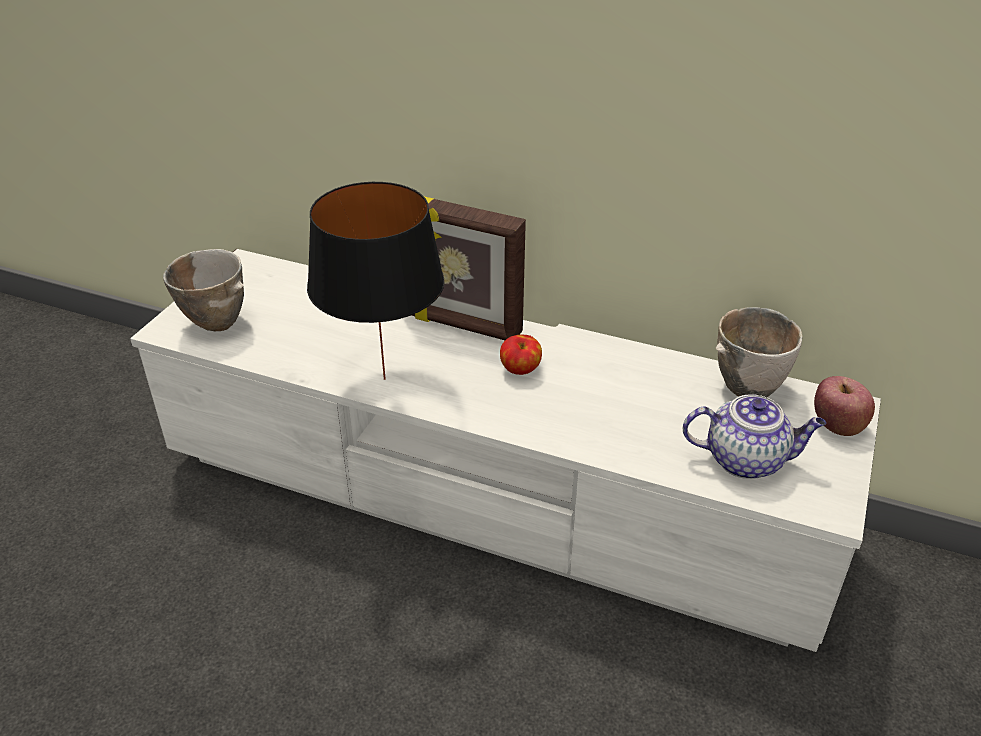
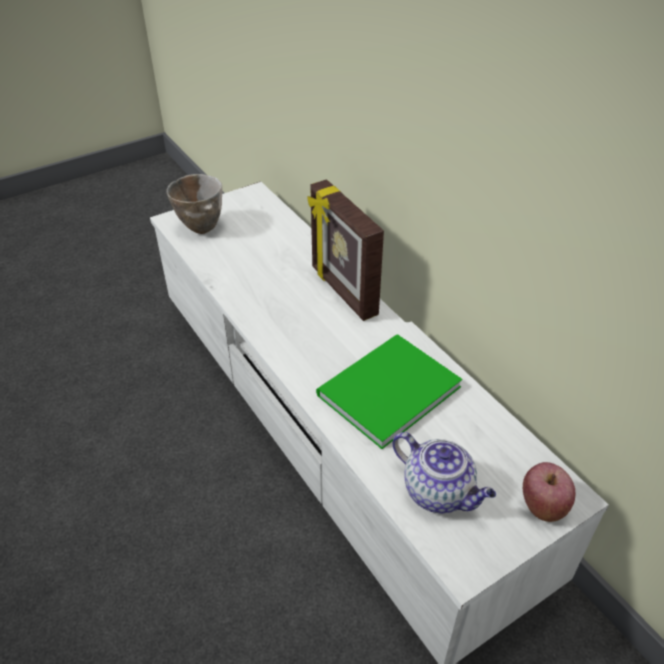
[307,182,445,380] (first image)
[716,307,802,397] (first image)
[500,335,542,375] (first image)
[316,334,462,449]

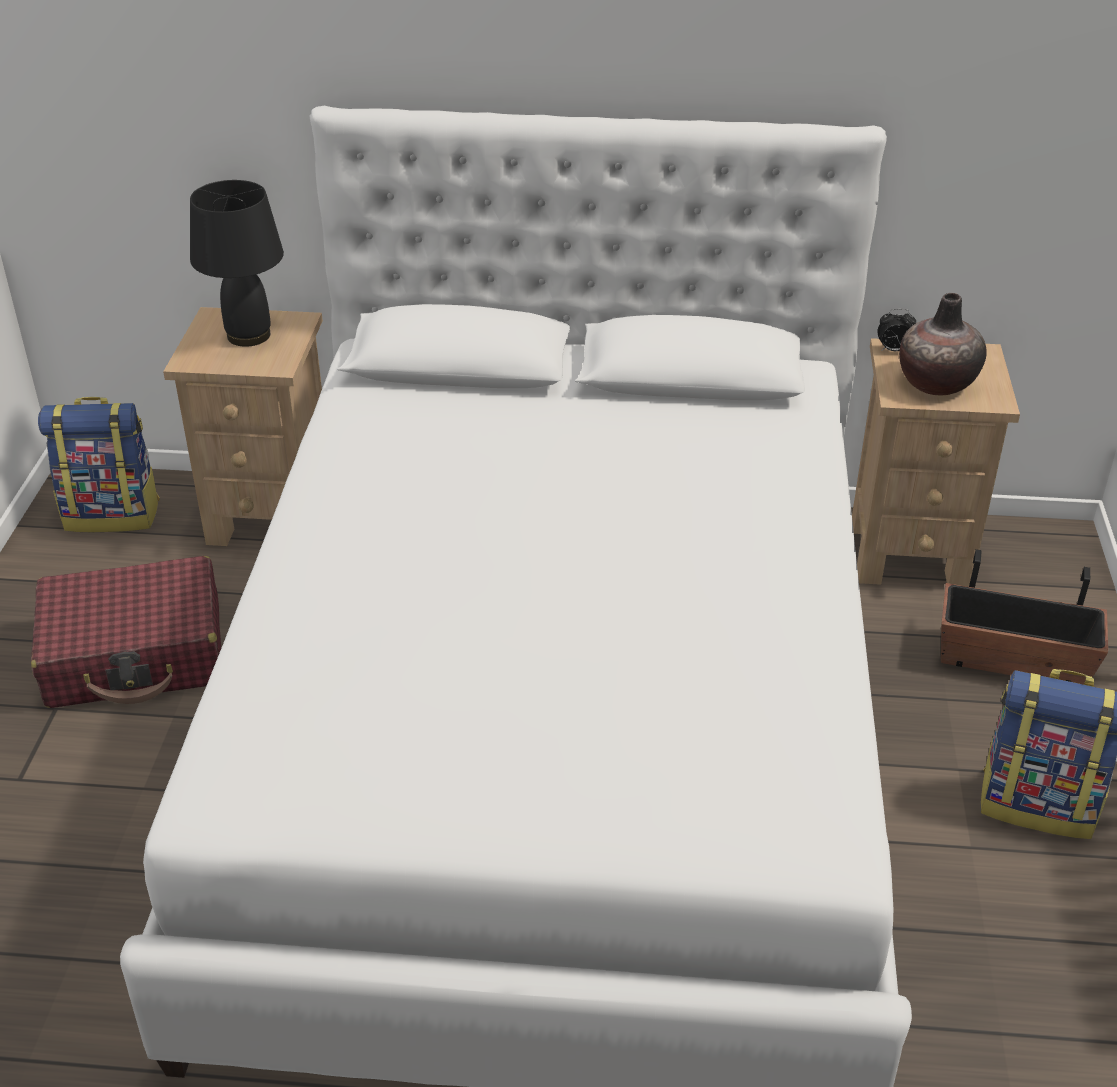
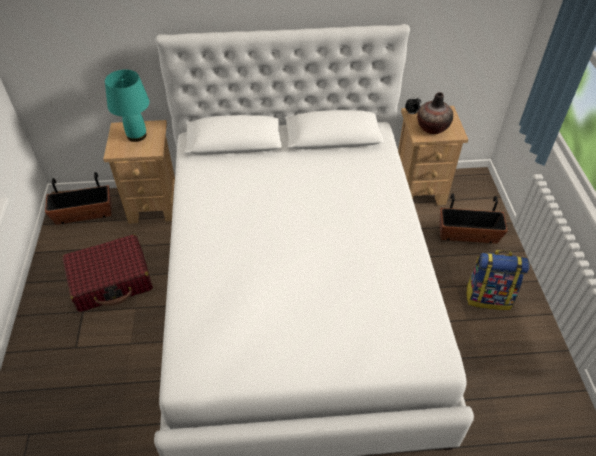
[105,70,149,142]
[45,172,112,225]

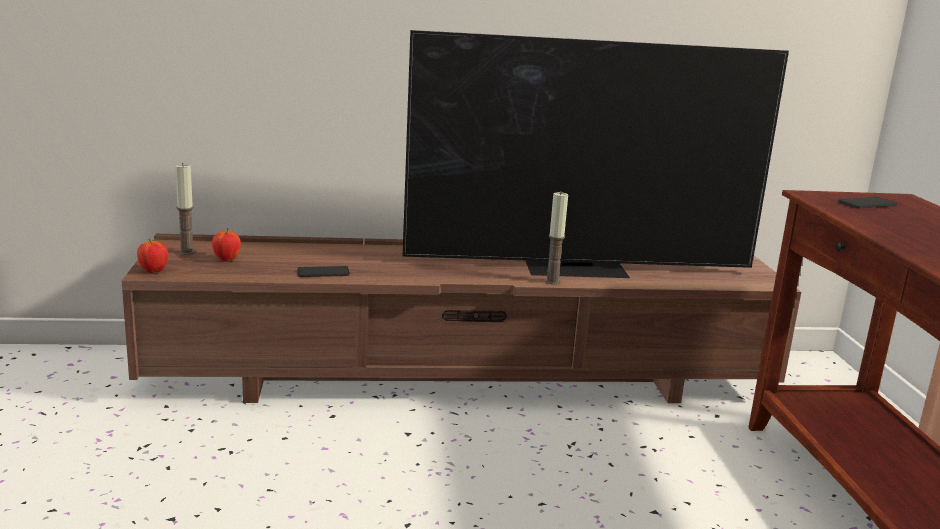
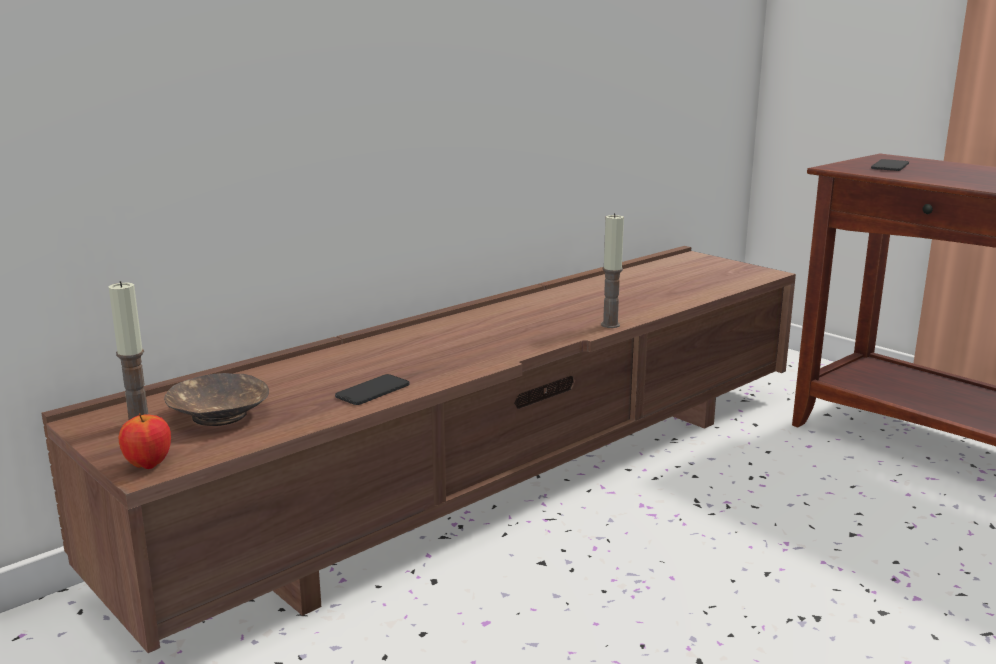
[403,30,789,278] (first image)
[164,373,269,426]

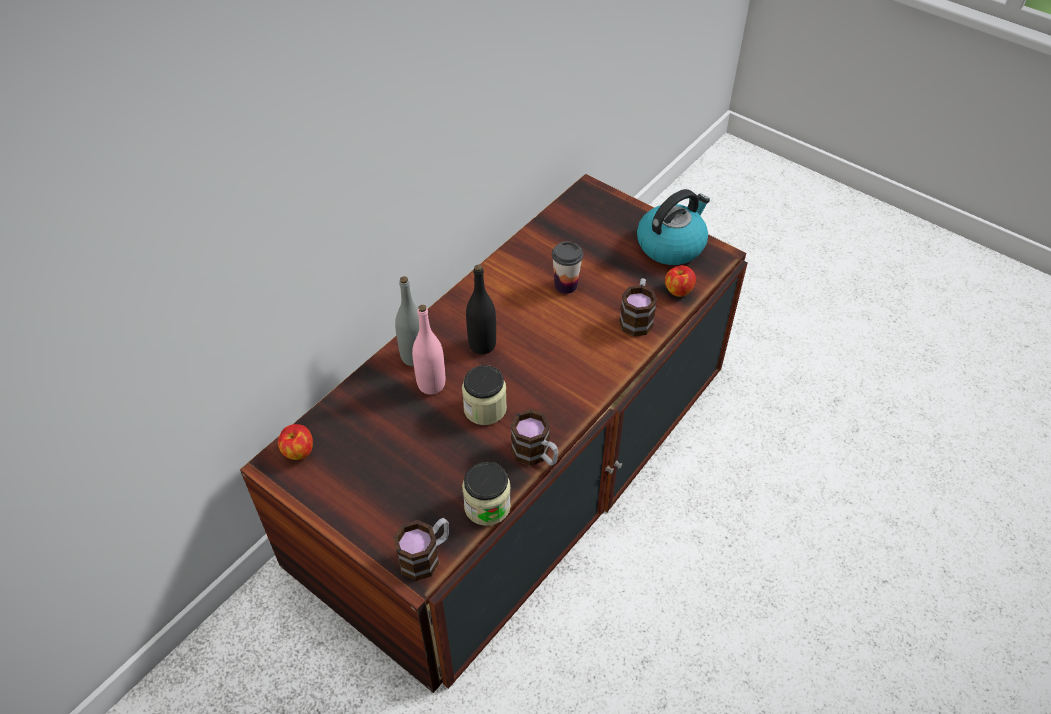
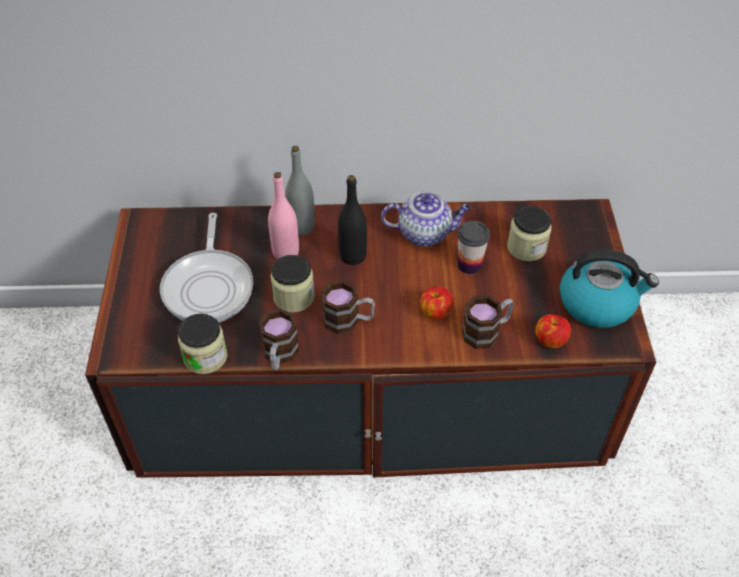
[420,286,453,320]
[321,280,375,334]
[381,192,471,247]
[507,206,552,262]
[160,213,253,323]

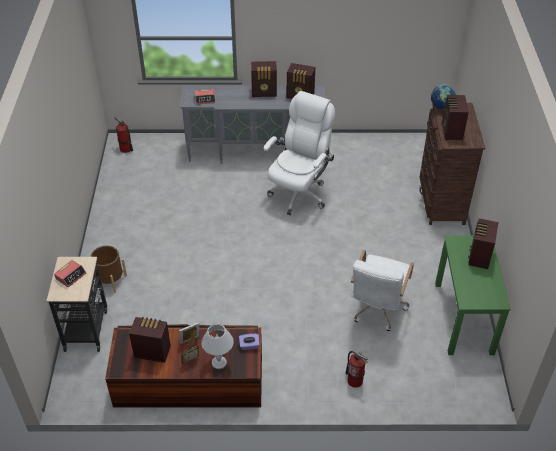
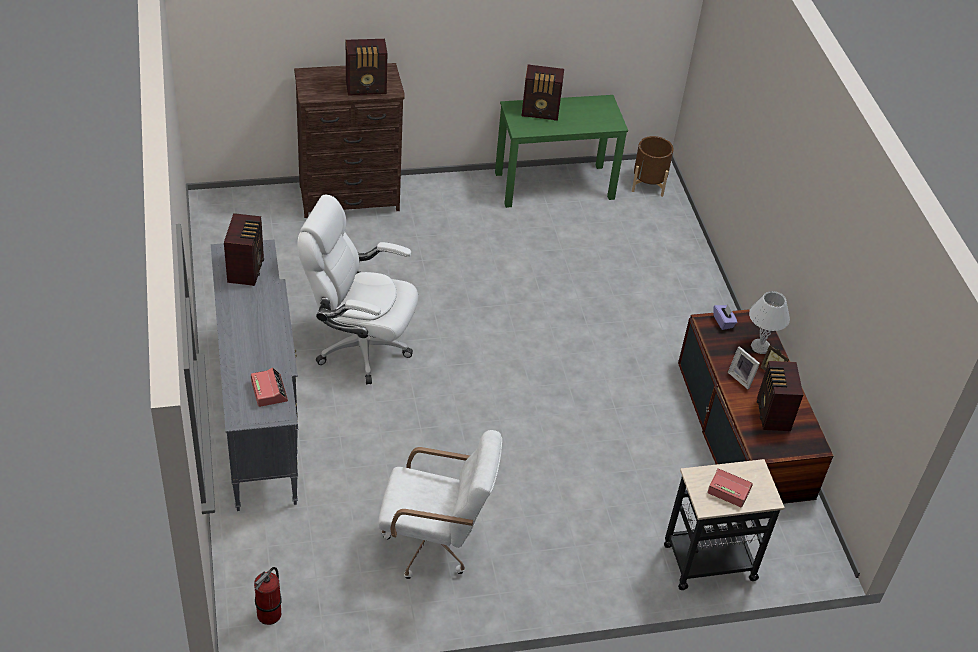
[251,61,277,97] (first image)
[431,84,456,110] (first image)
[632,136,674,197]
[378,430,502,579]
[346,351,367,388] (first image)

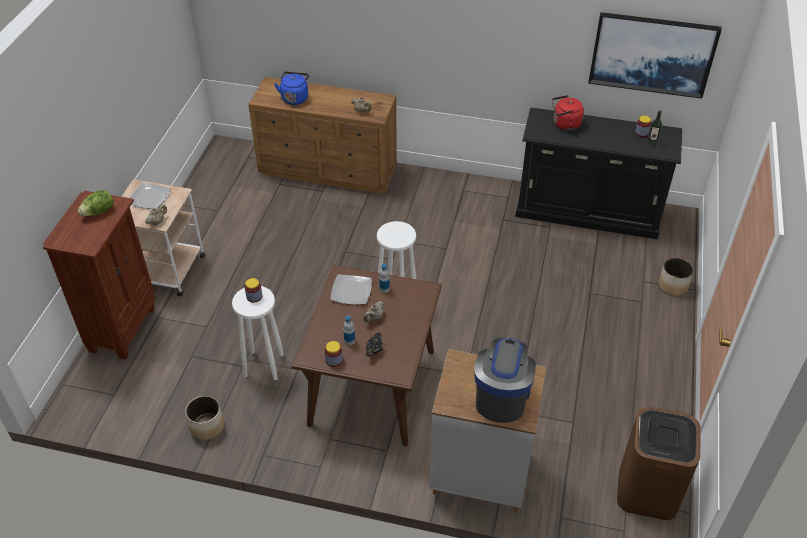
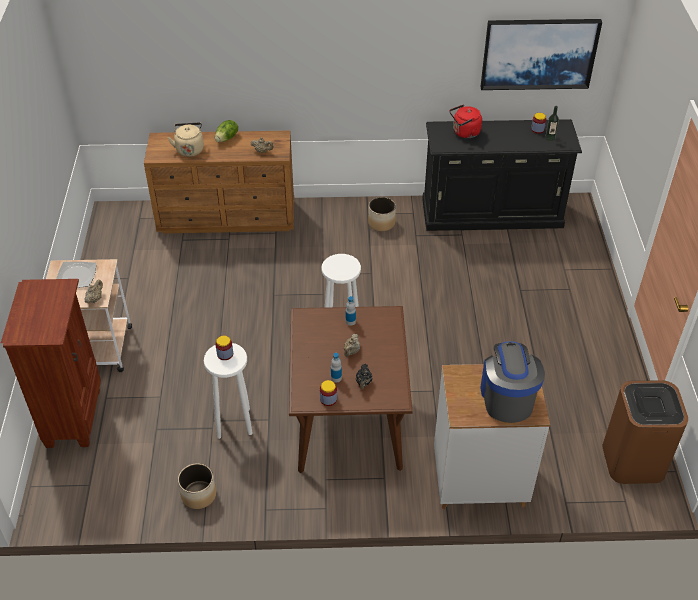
[168,122,204,157]
[215,120,238,142]
[368,197,396,231]
[330,274,372,305] (first image)

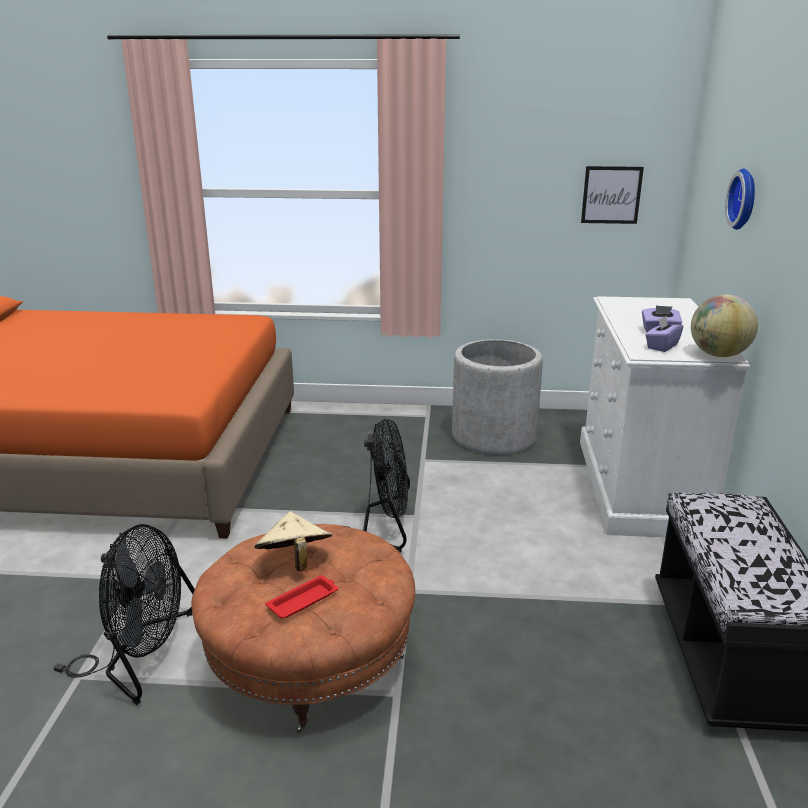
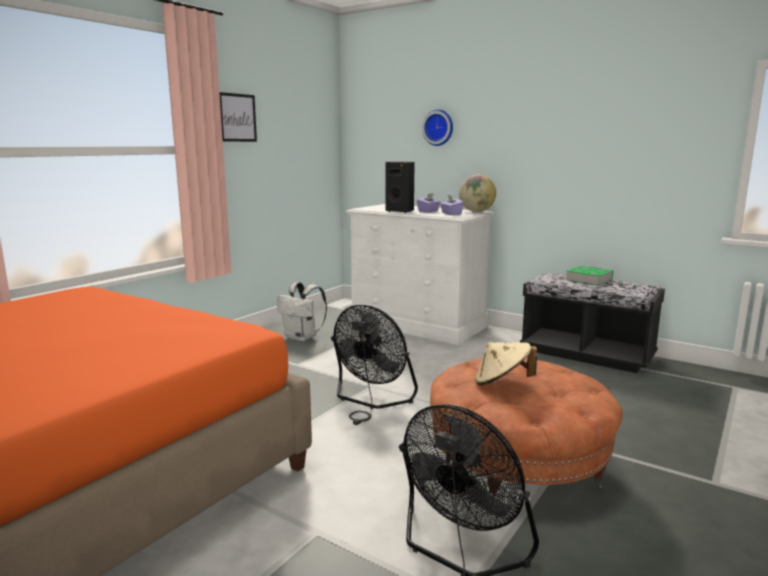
[219,92,257,142]
[277,282,327,341]
[265,575,338,619] (first image)
[385,161,415,213]
[565,266,613,285]

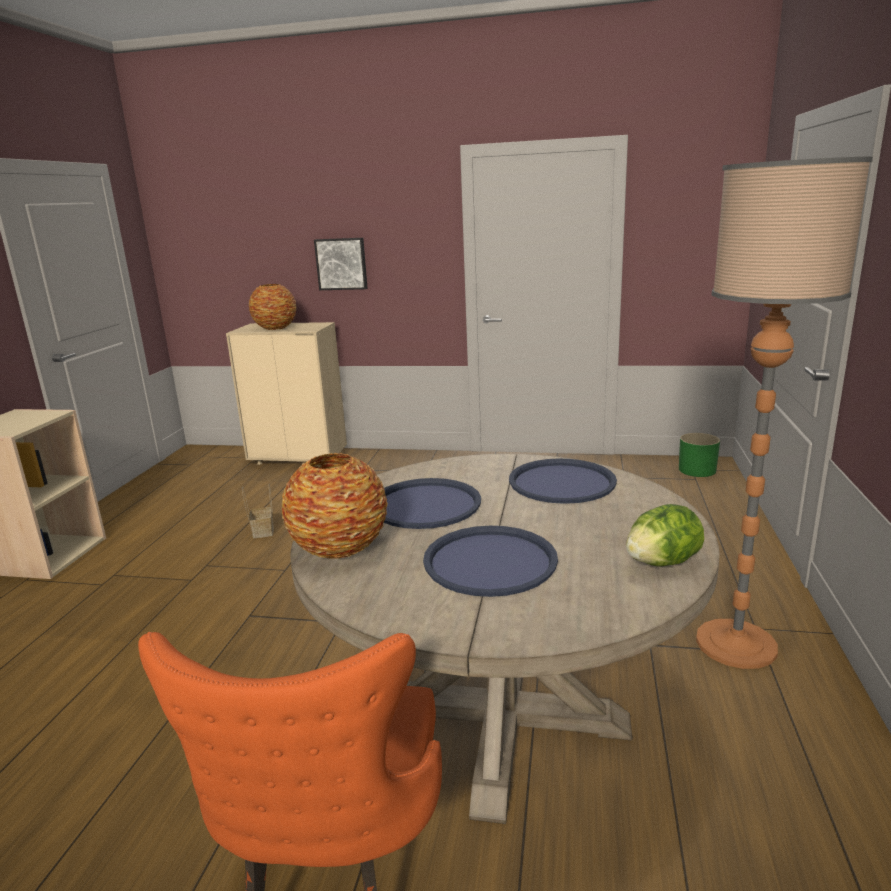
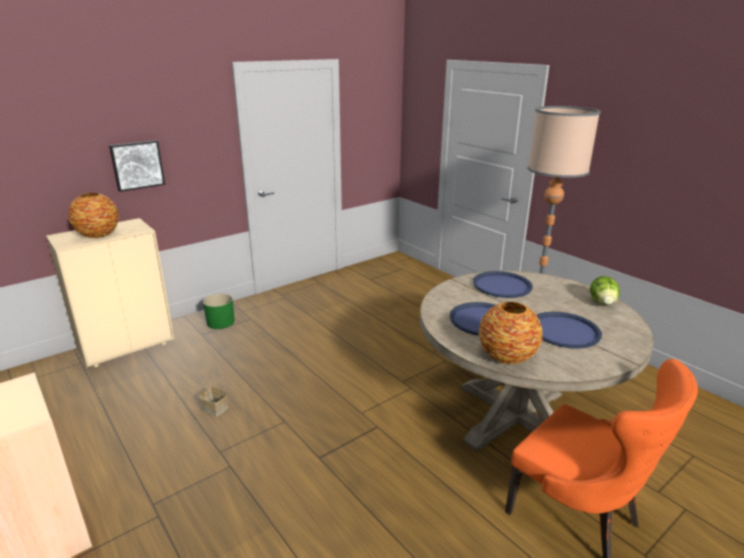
[203,294,235,329]

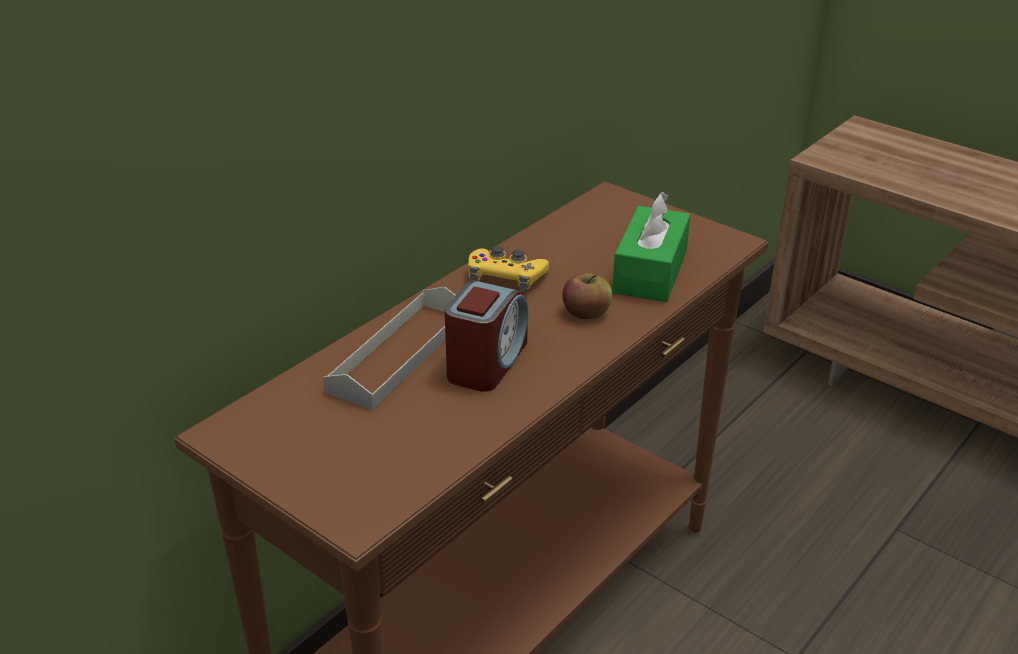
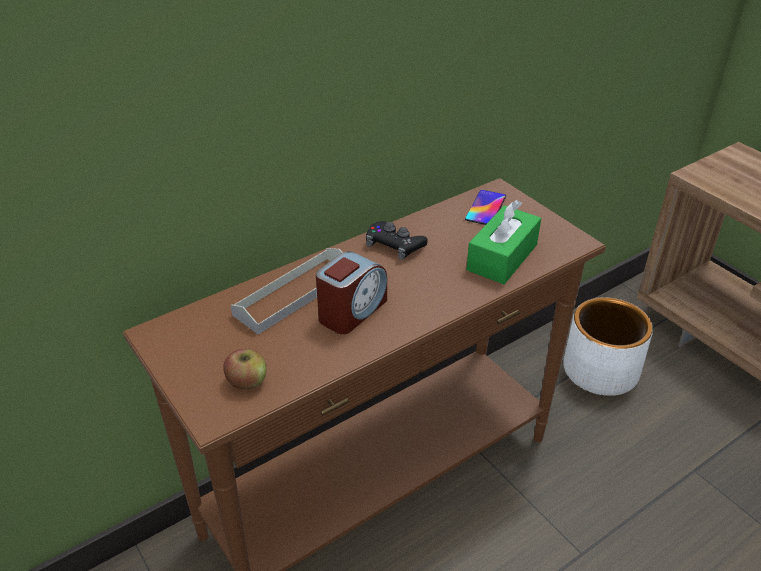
[366,221,427,260]
[223,349,267,389]
[465,190,506,225]
[564,297,653,396]

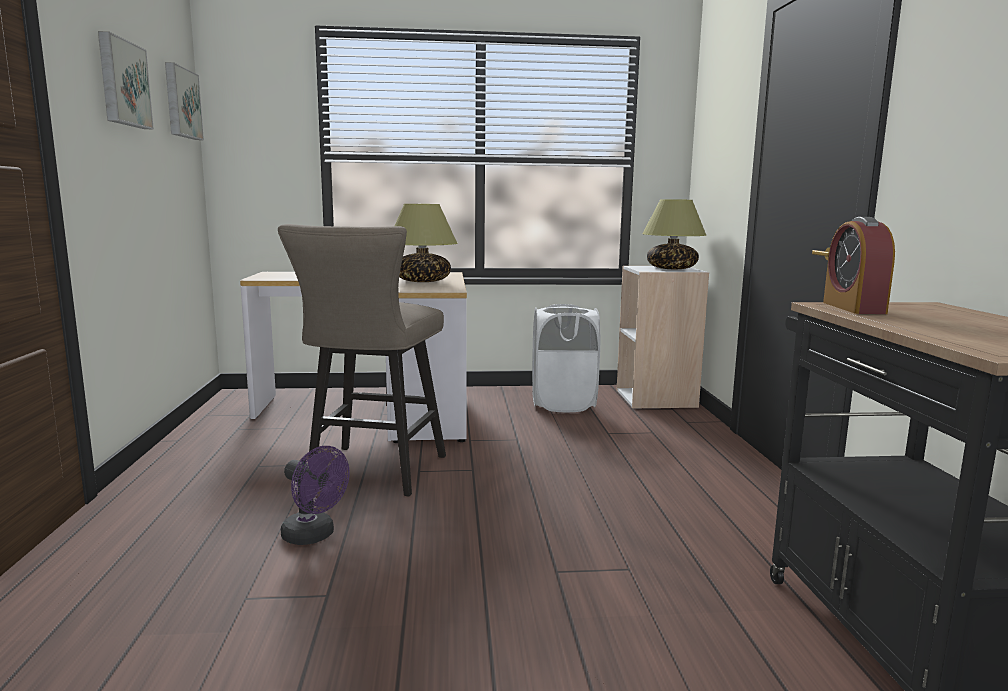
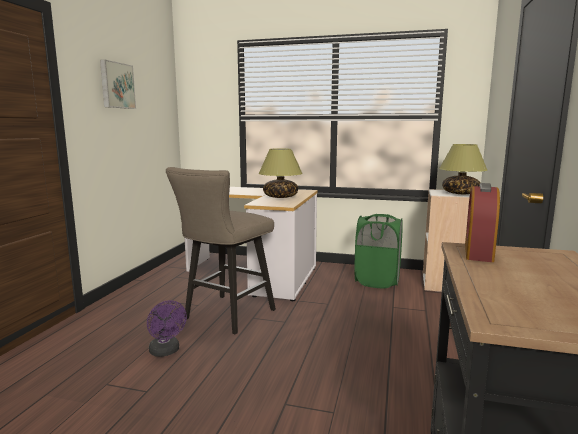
[165,62,204,140] (first image)
[354,214,402,288]

